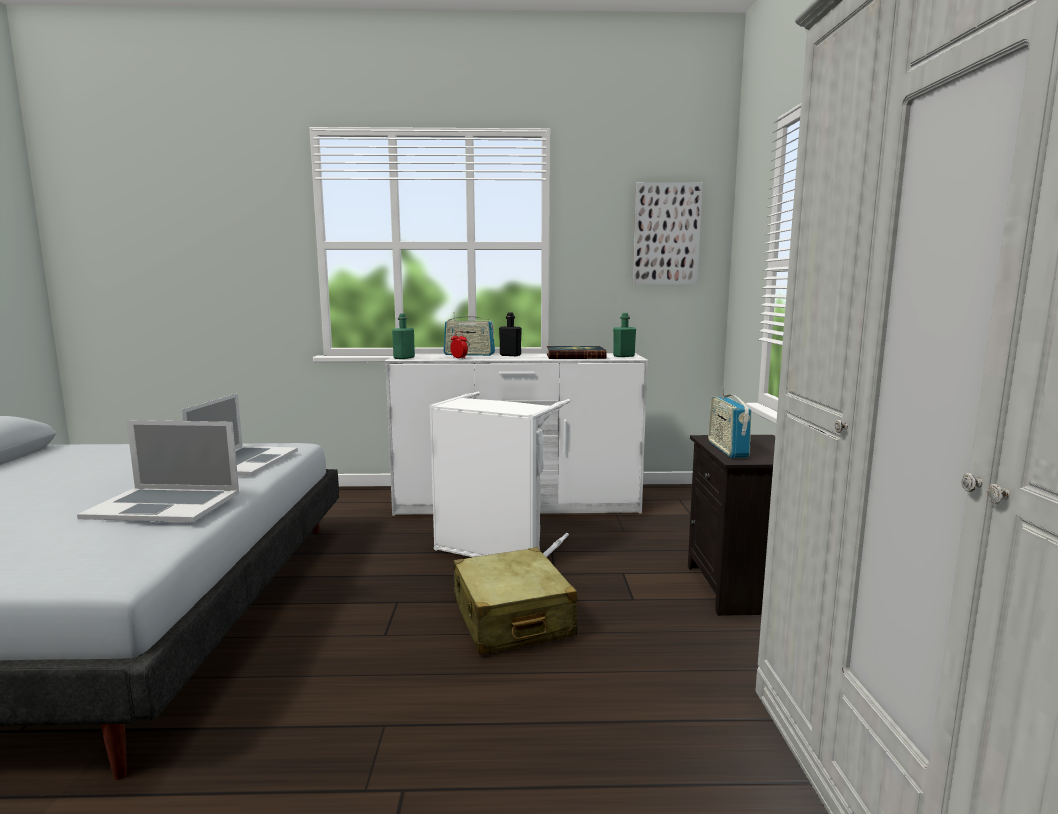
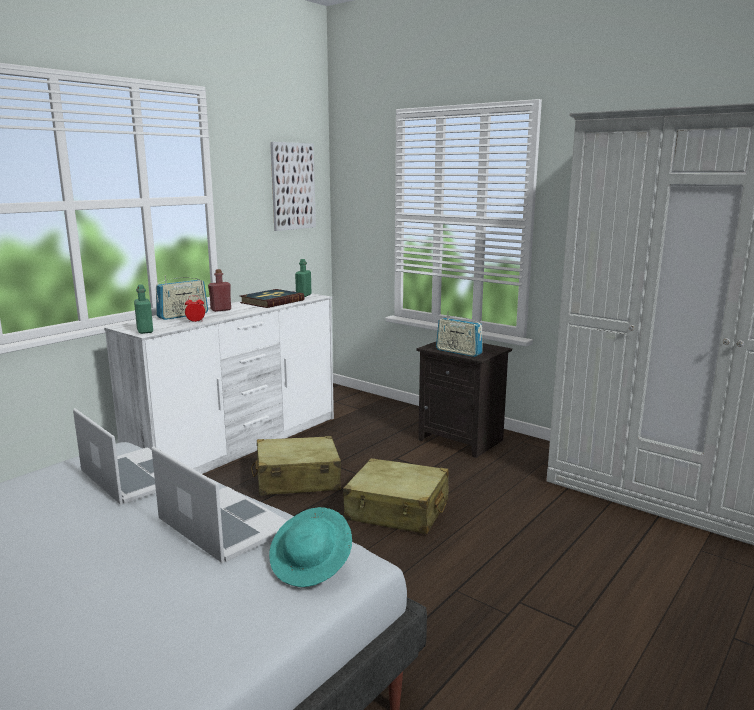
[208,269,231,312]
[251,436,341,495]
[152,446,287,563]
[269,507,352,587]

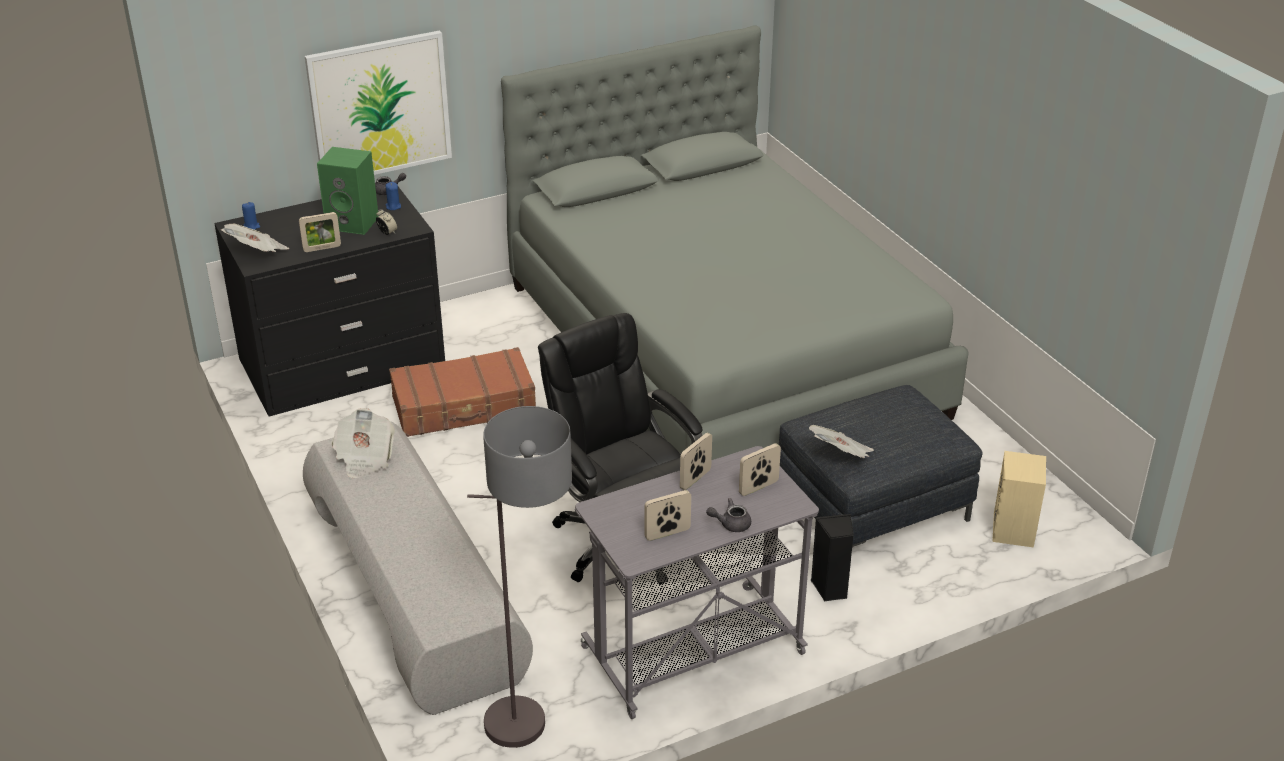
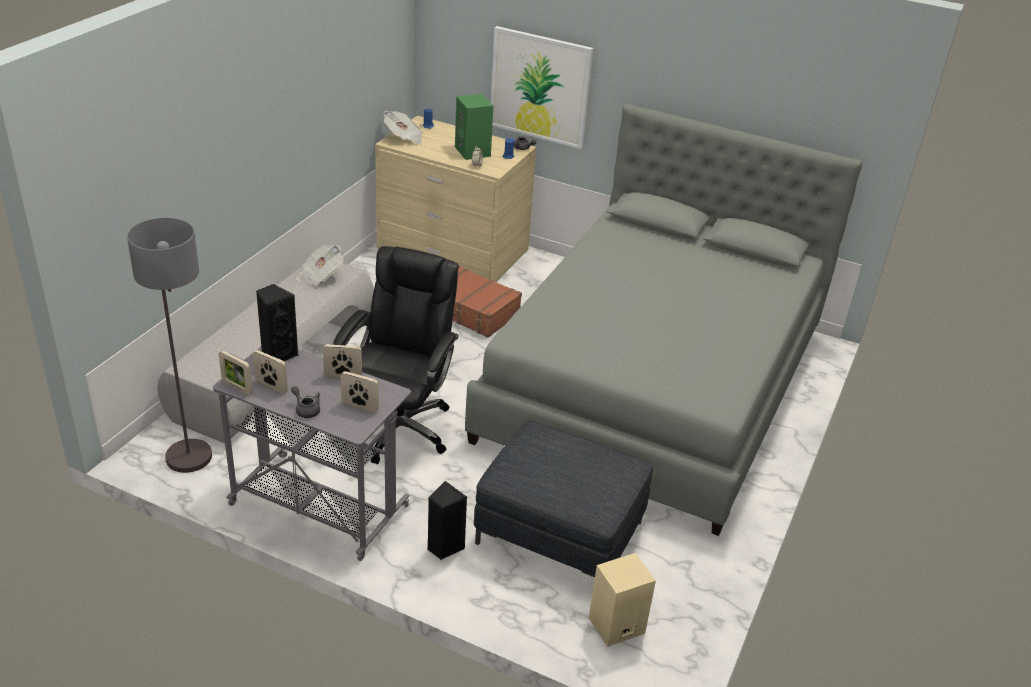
[375,116,536,282]
[219,350,253,395]
[809,425,874,458] (first image)
[256,284,298,361]

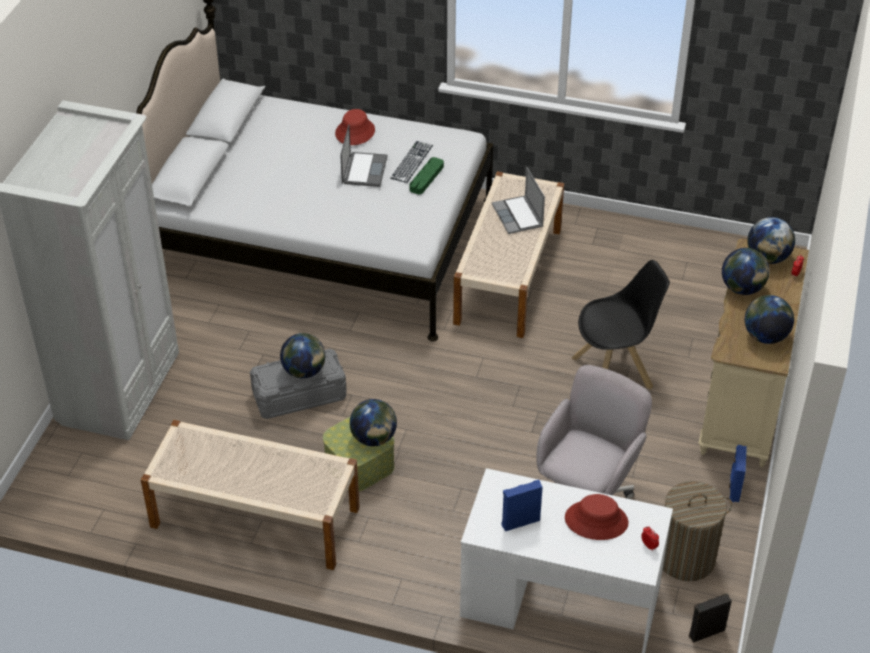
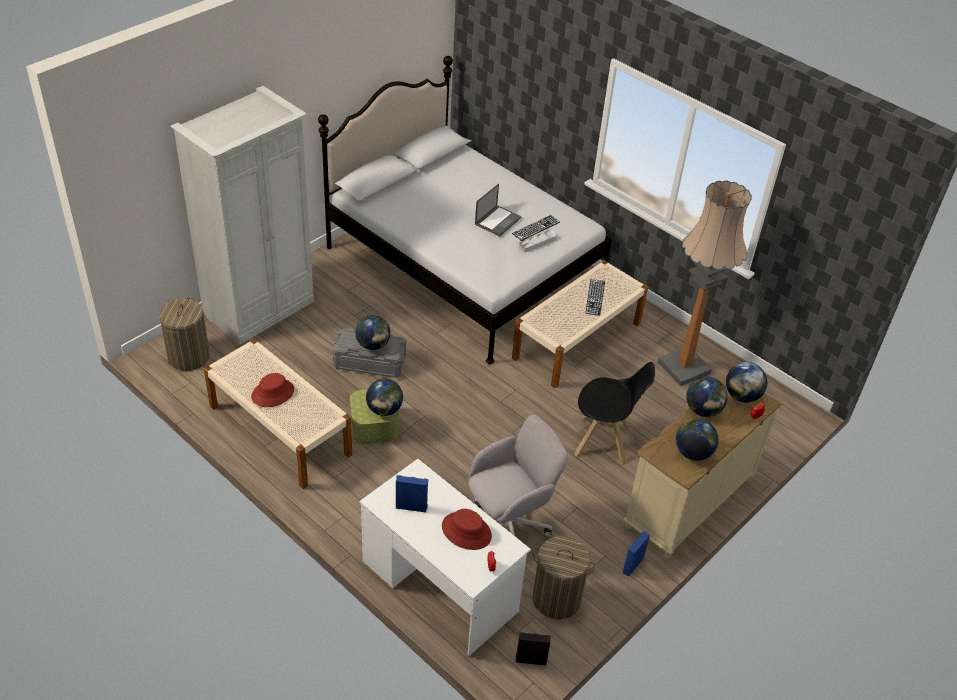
[251,373,294,407]
[519,230,557,252]
[585,279,605,316]
[658,180,752,386]
[159,297,210,371]

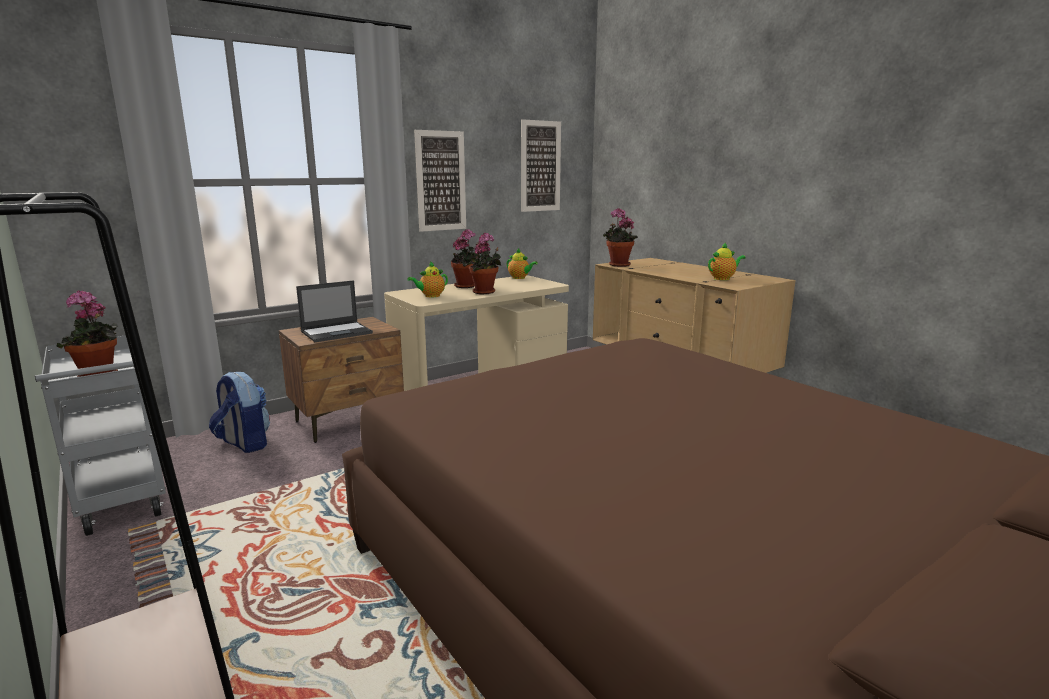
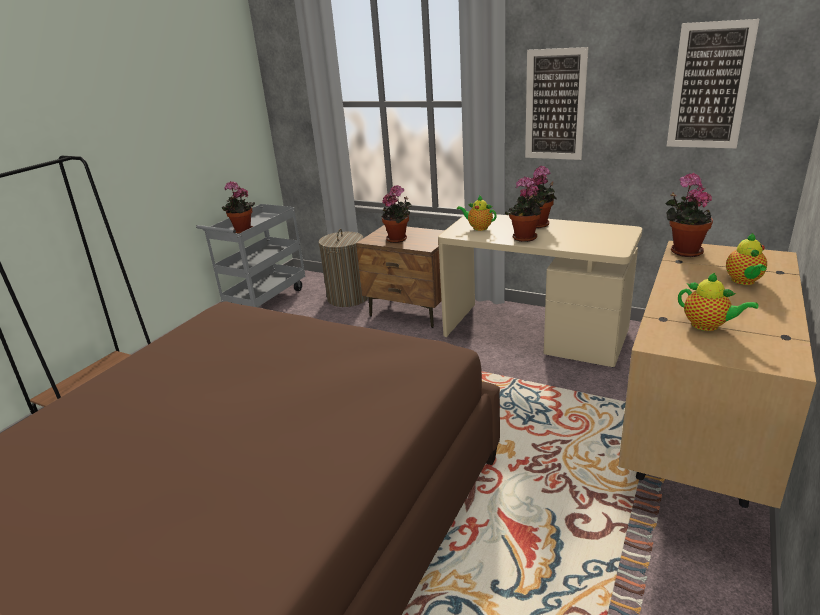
[726,233,767,285]
[382,185,412,243]
[318,229,369,307]

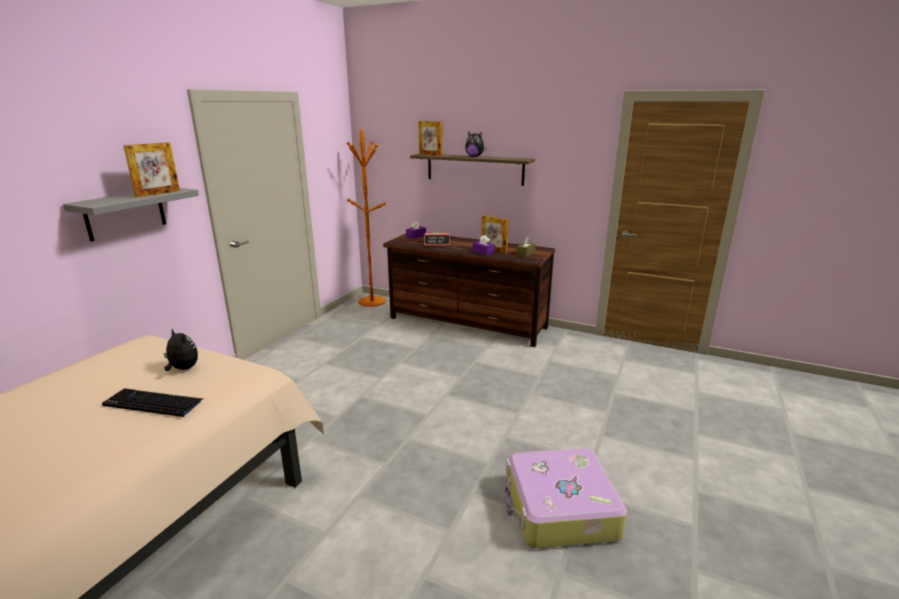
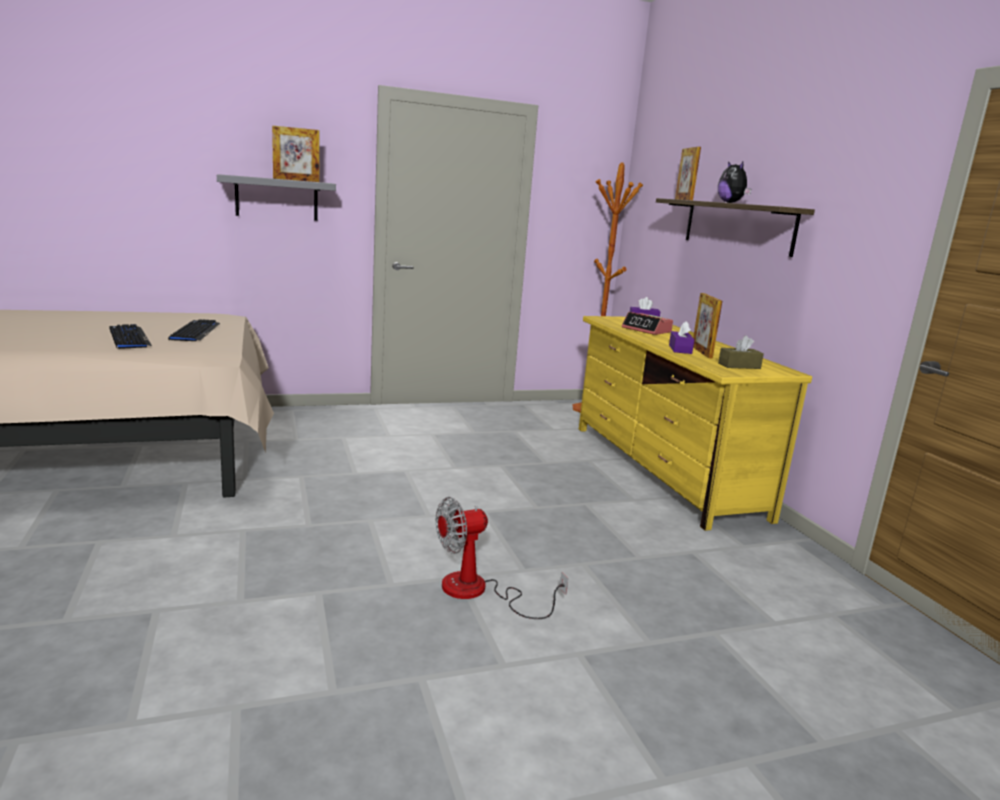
[579,316,812,531]
[168,319,220,341]
[504,448,627,548] (first image)
[436,497,568,619]

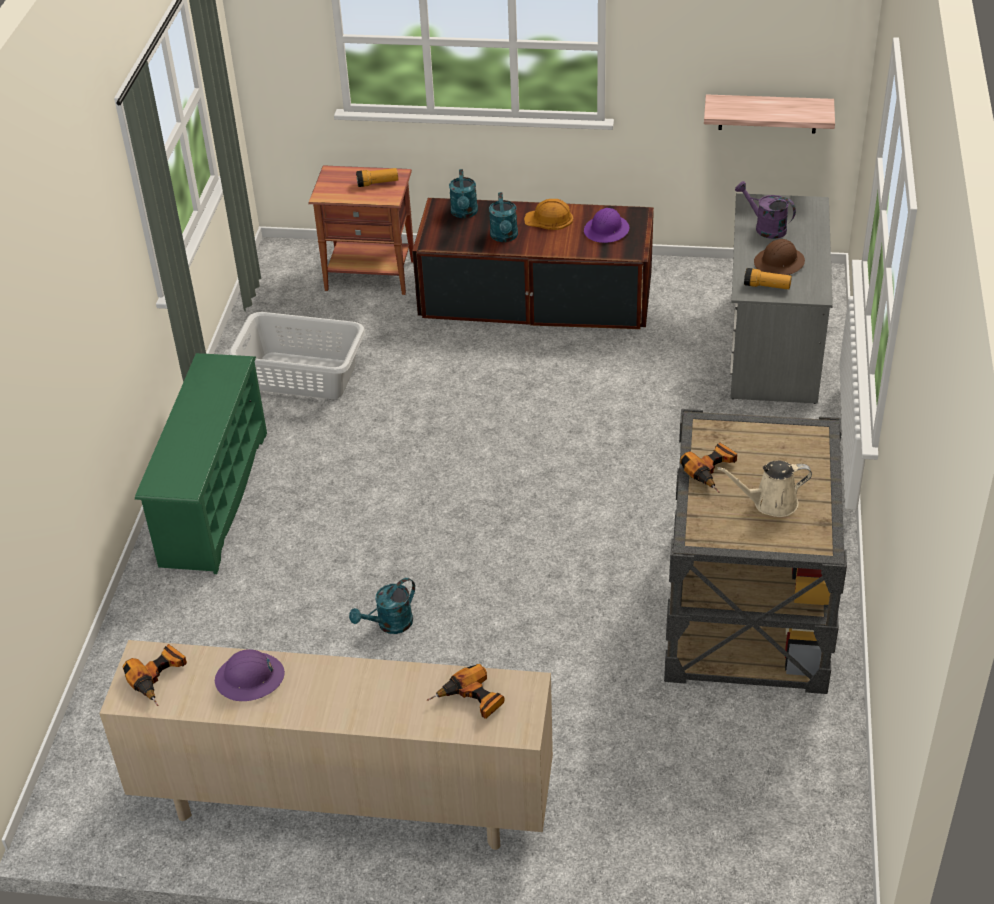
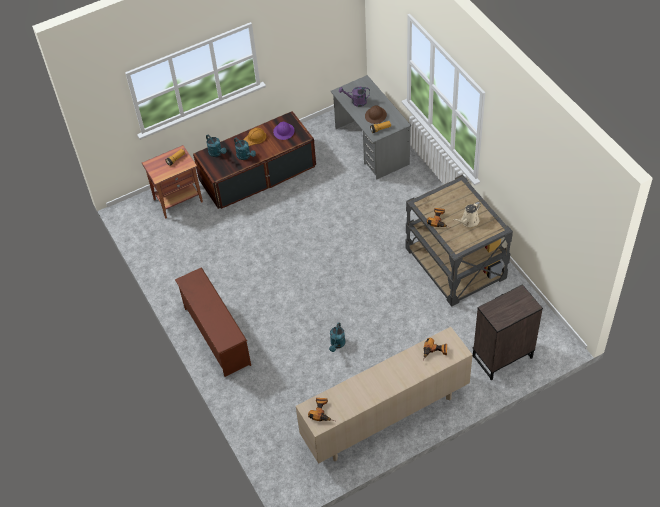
[704,94,835,133] (first image)
[229,312,365,399] (first image)
[175,267,251,377]
[215,649,285,701] (first image)
[473,284,543,380]

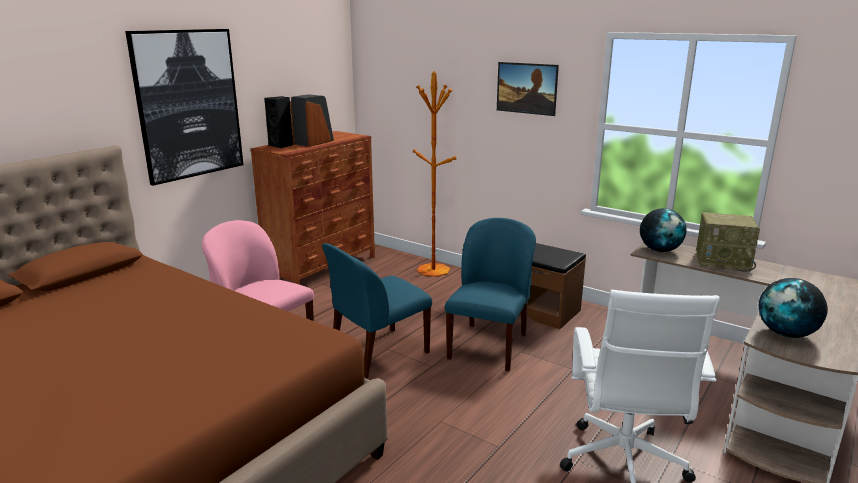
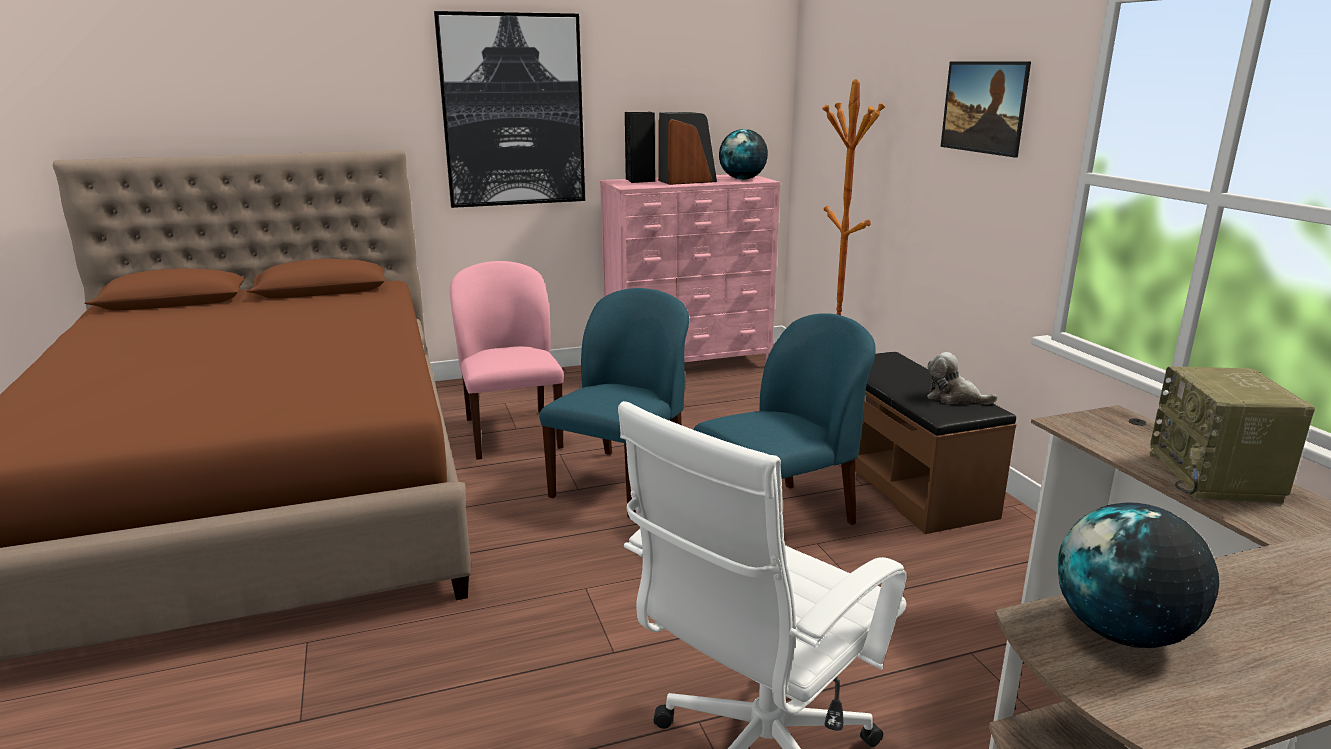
[600,175,781,364]
[719,129,768,180]
[1150,366,1315,503]
[540,288,689,518]
[927,352,997,404]

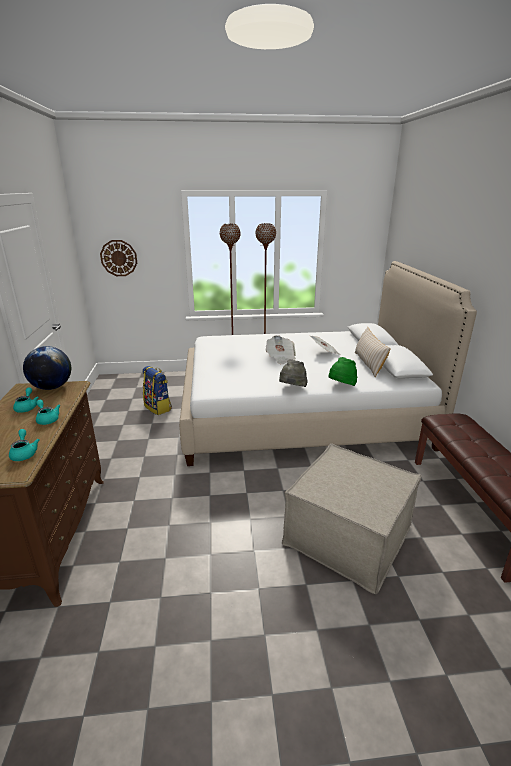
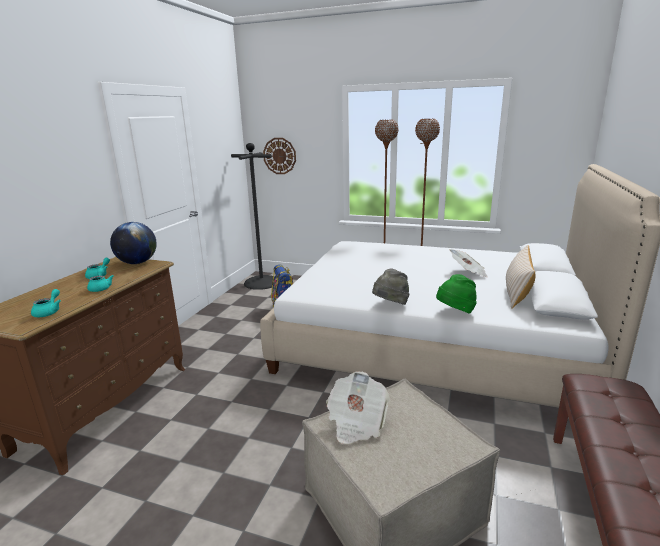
[326,371,390,444]
[231,143,275,290]

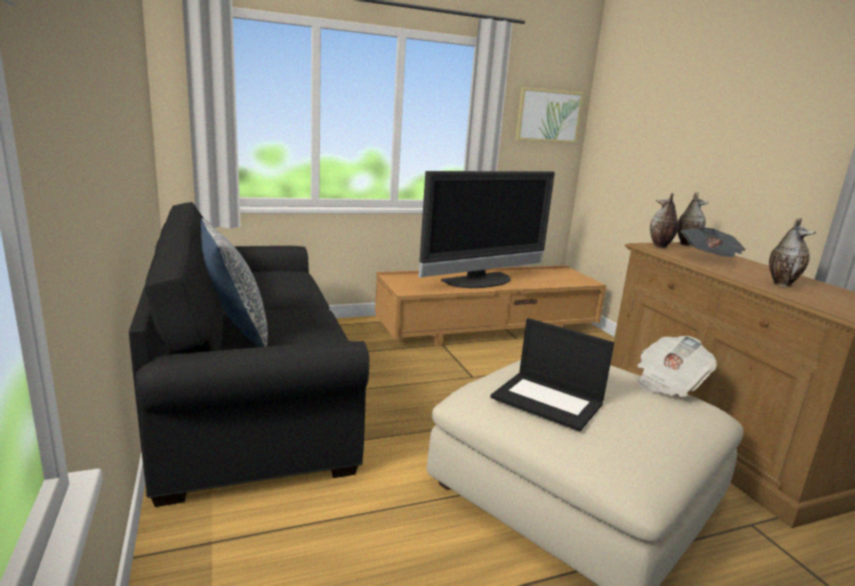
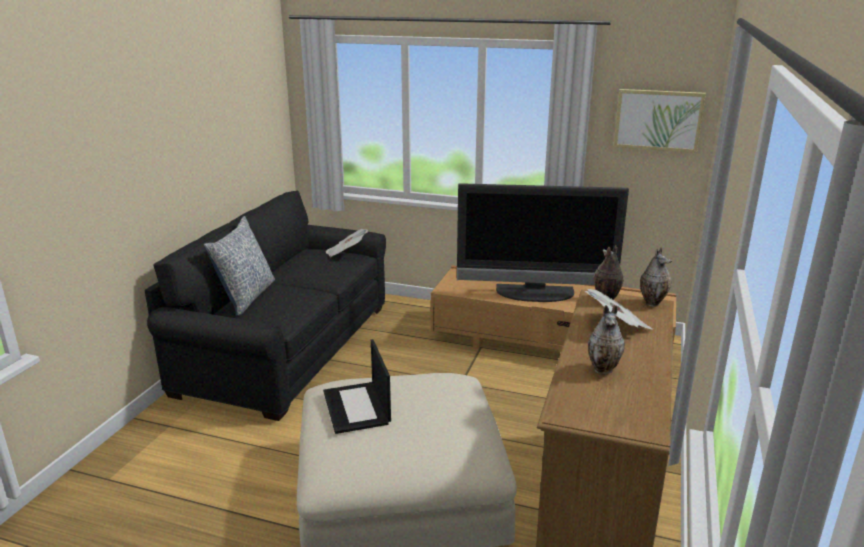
[326,229,368,257]

